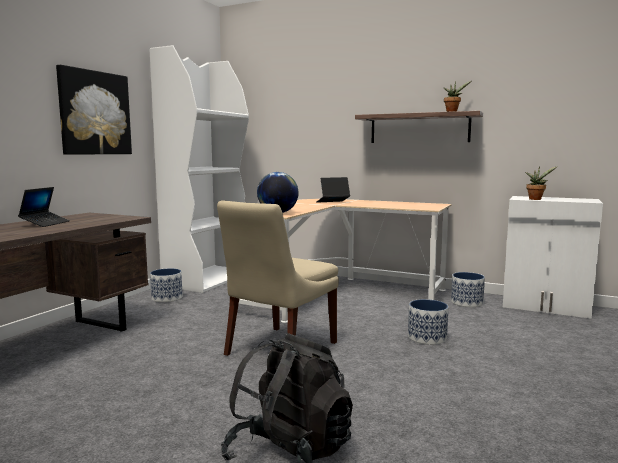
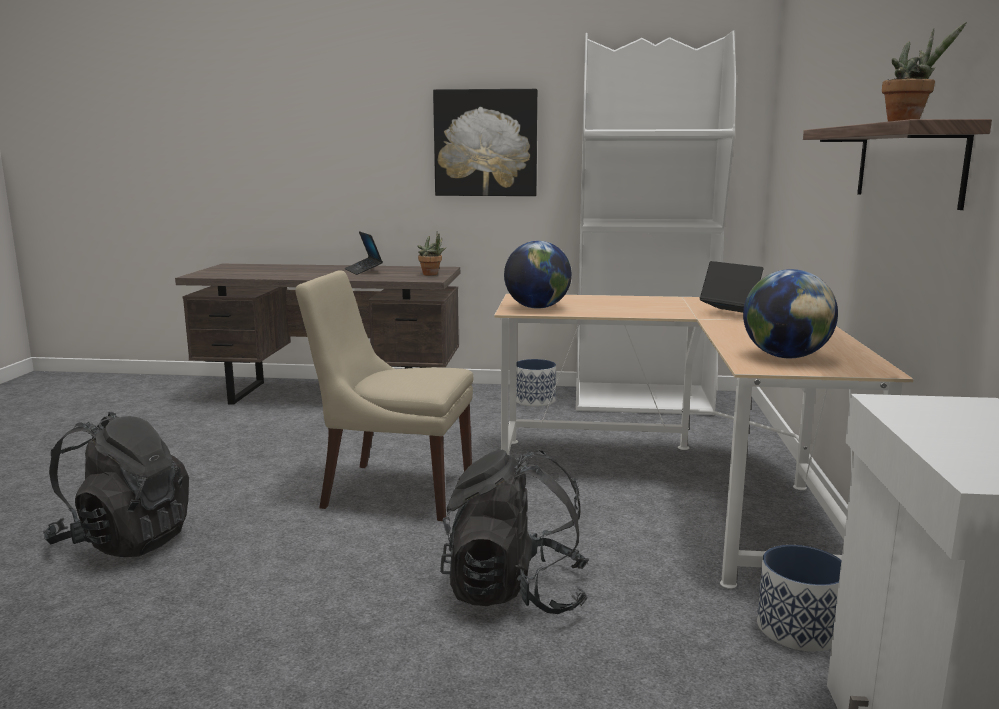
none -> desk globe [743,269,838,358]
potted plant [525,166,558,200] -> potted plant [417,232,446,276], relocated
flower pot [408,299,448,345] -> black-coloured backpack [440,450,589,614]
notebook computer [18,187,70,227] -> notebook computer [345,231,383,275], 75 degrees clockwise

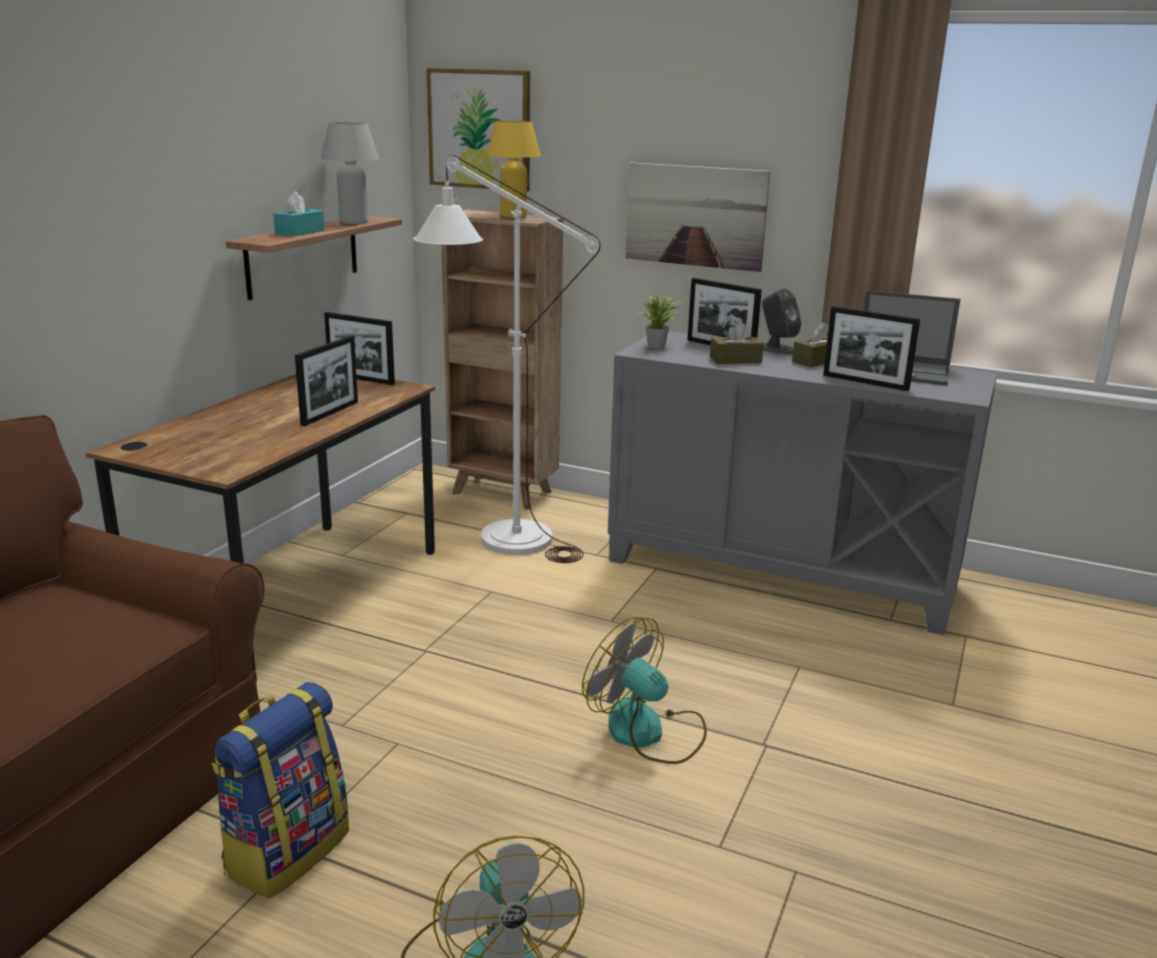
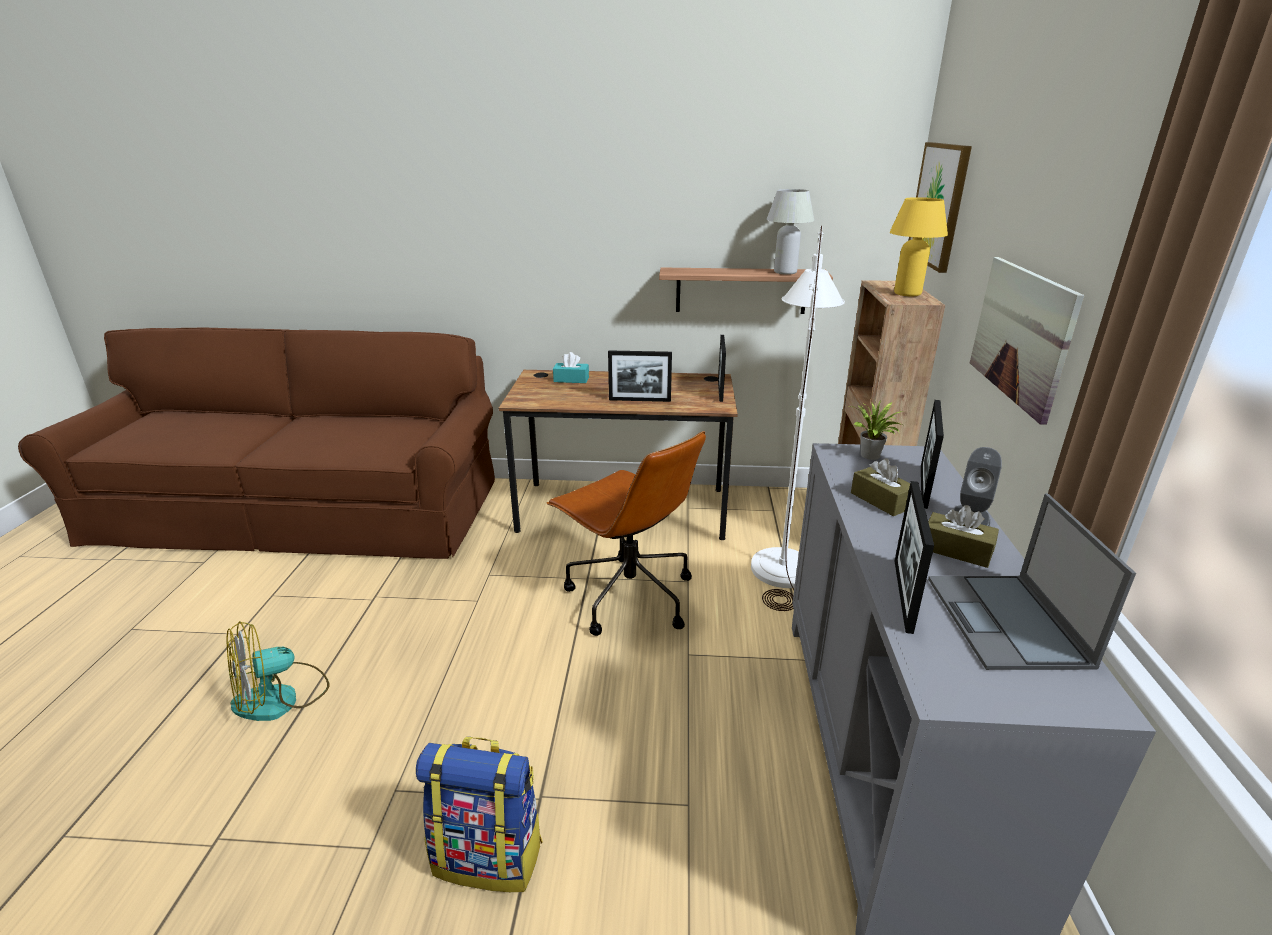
fan [582,617,707,764] -> none
none -> brownish office chair [546,431,706,636]
backpack [212,682,349,899] -> backpack [416,737,543,892], relocated
blue-green box of tissues [273,191,324,236] -> blue-green box of tissues [553,352,589,383], relocated

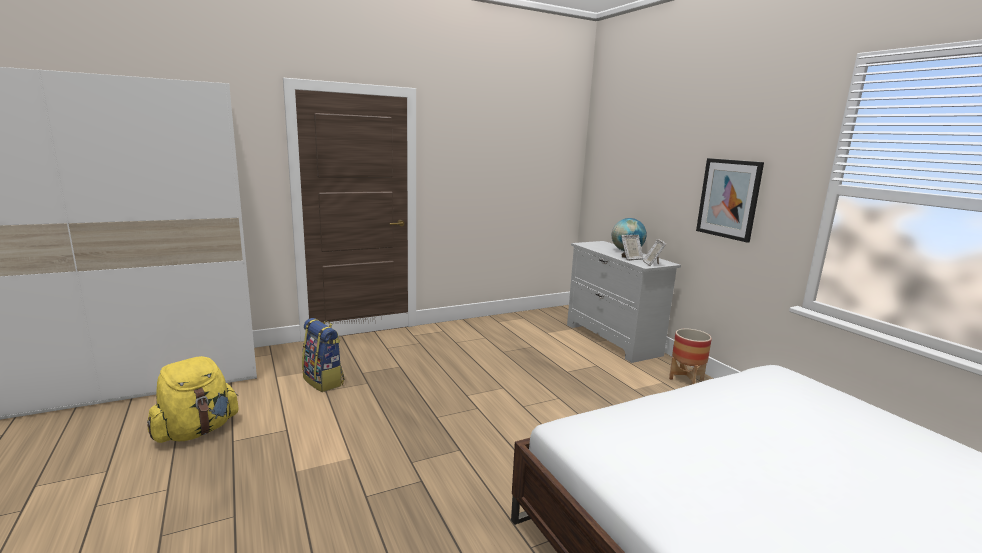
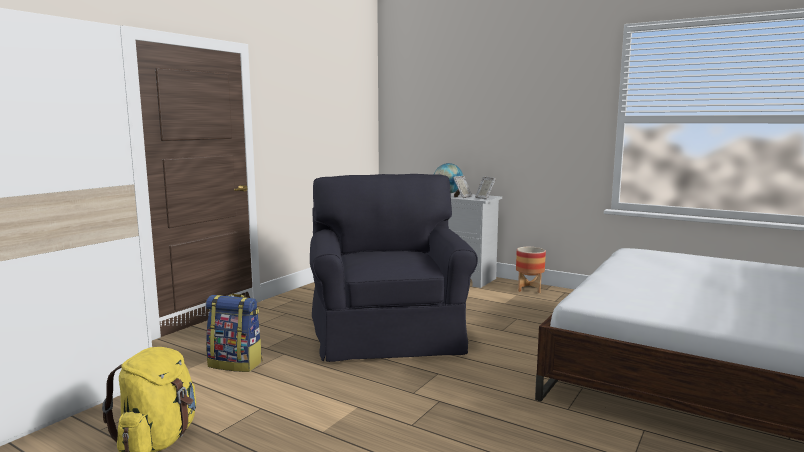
wall art [696,158,764,243] -> none
none -> black-coloured lounge chair [310,174,478,362]

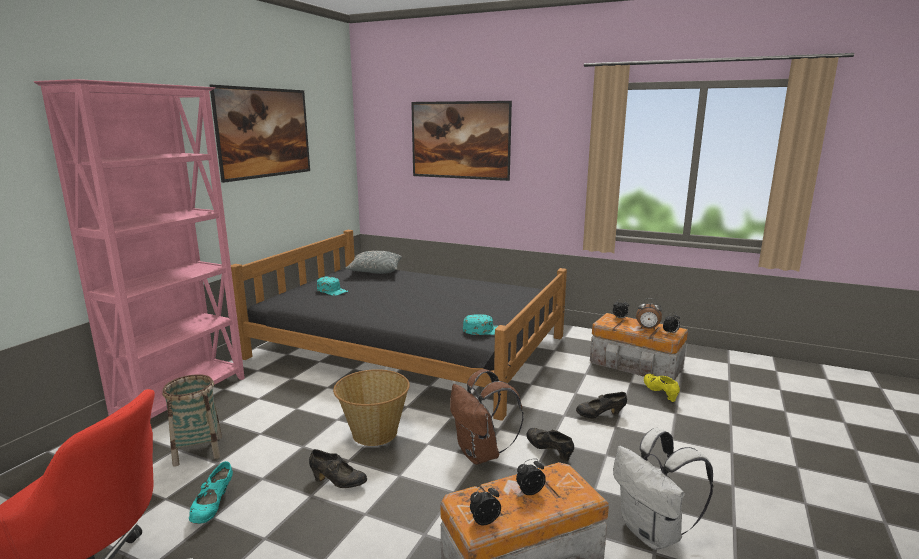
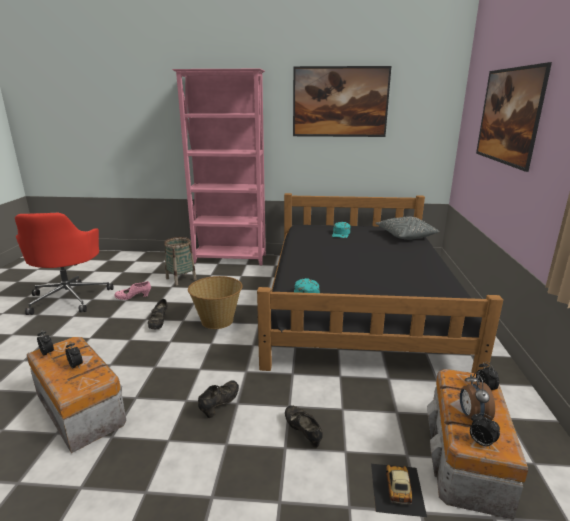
brownish backpack [450,369,523,465] -> none
white-coloured backpack [613,428,714,550] -> none
yellowish item of footwear [644,374,680,402] -> toy car [371,464,427,517]
blue-green item of footwear [189,461,233,524] -> pink item of footwear [114,281,151,300]

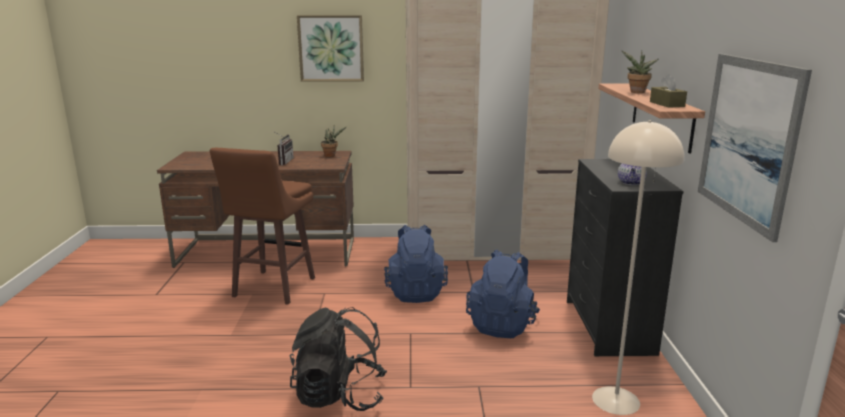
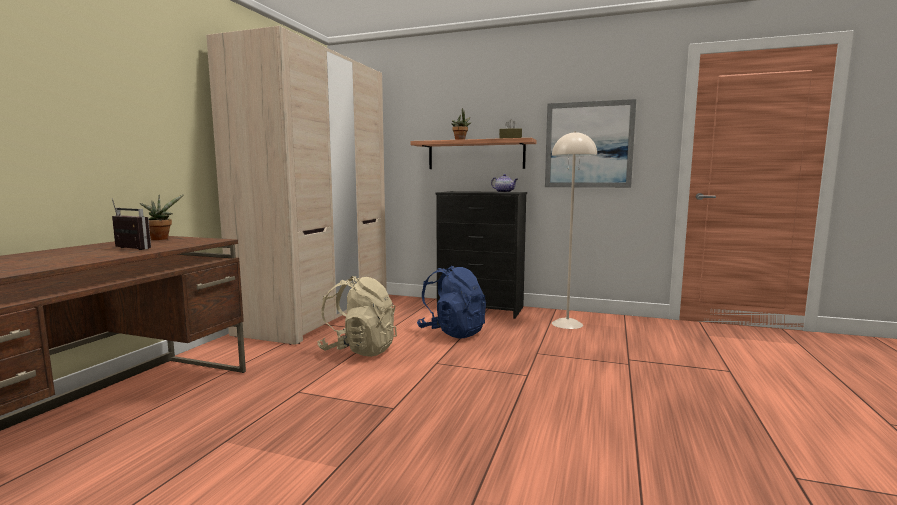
brownish sitting stool [210,148,315,305] -> none
black-coloured backpack [289,307,387,411] -> none
wall art [297,15,364,82] -> none
blue backpack [384,225,448,303] -> beige-coloured backpack [317,276,397,357]

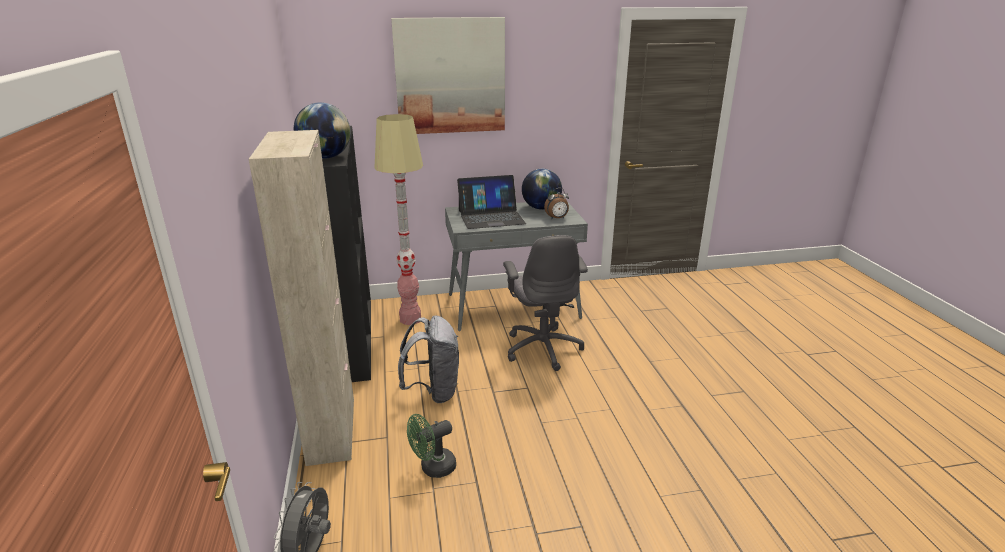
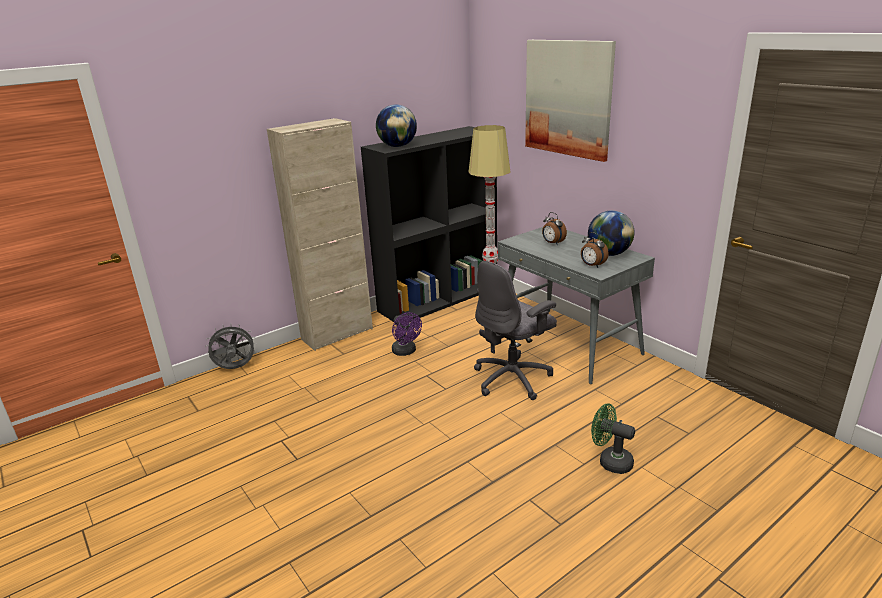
green fan [407,414,456,478] -> green fan [591,403,635,474], relocated
gray backpack [398,316,459,403] -> purplish fan [392,312,422,356]
notebook computer [457,175,526,229] -> bedside clock [542,212,567,244]

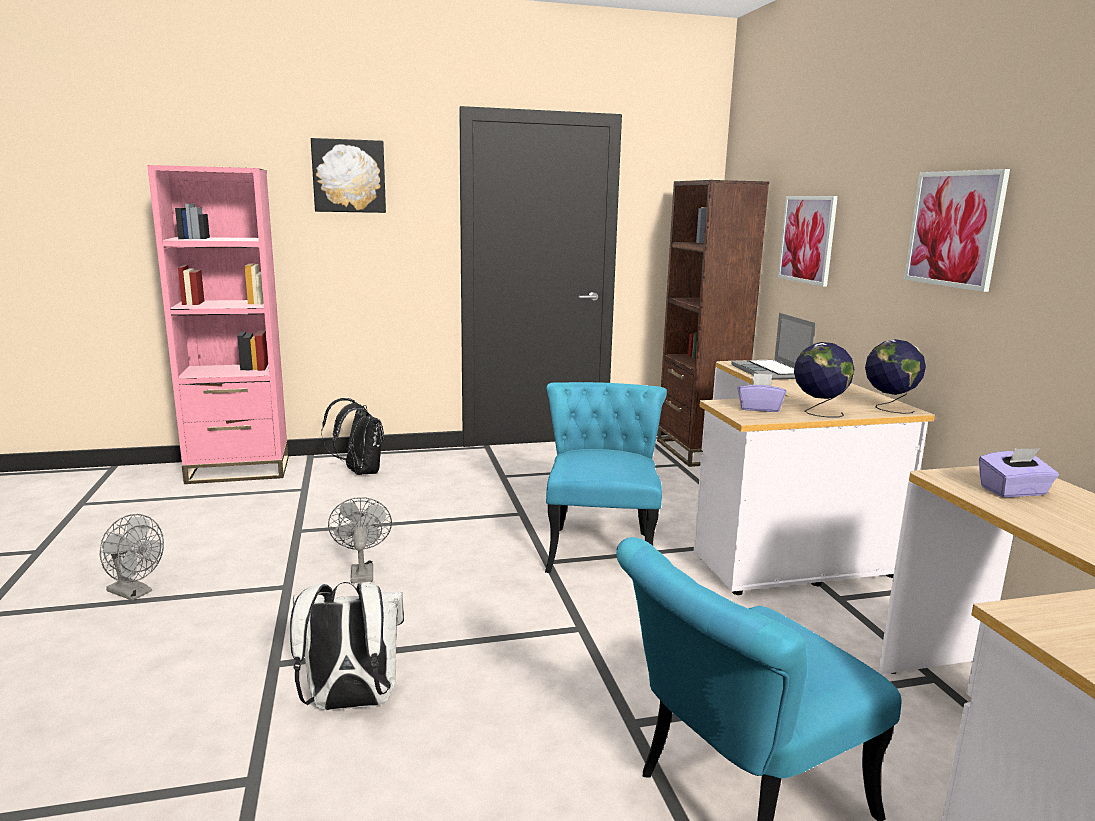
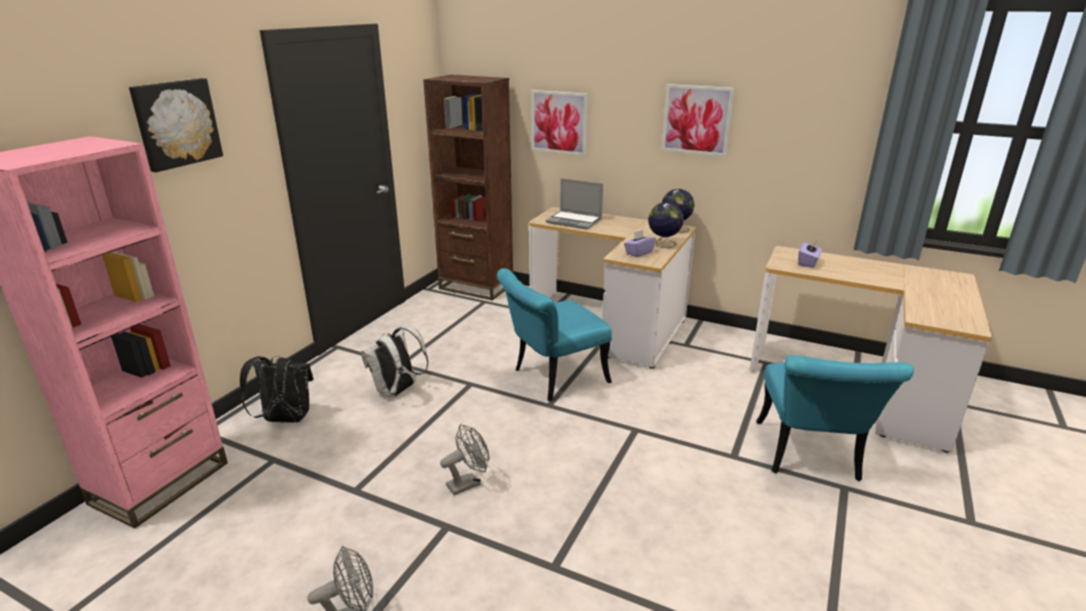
white-coloured backpack [290,582,404,710] -> white-coloured backpack [361,326,428,398], relocated
gray fan [328,497,392,583] -> gray fan [440,424,490,495], 120 degrees clockwise
blue-green upright chair [545,382,667,573] -> blue-green upright chair [497,268,612,401], 75 degrees counterclockwise

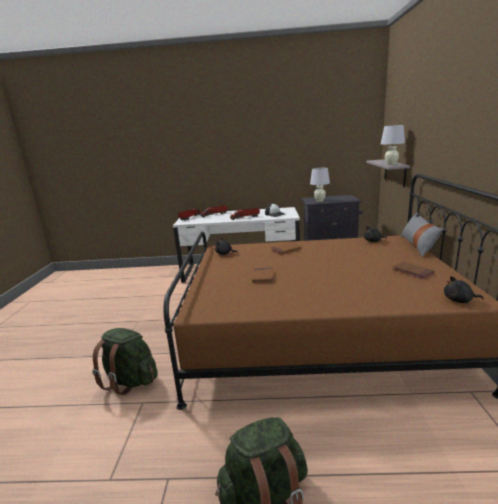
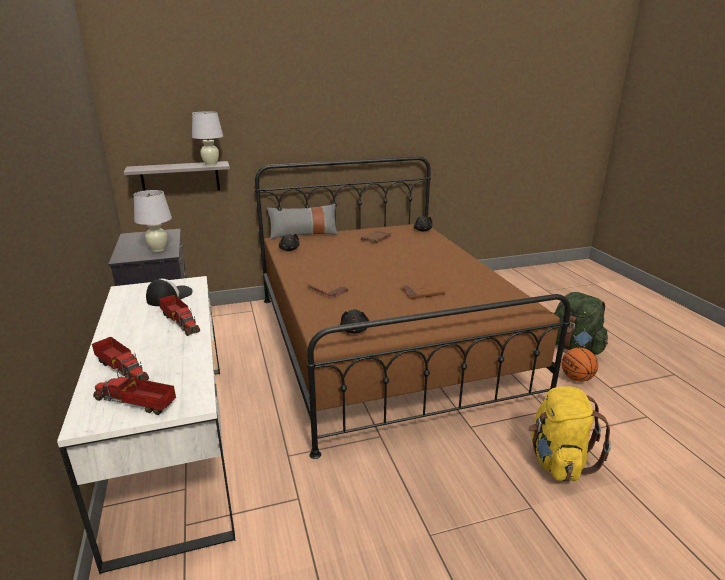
none -> ball for basketball [561,348,598,382]
green backpack [92,328,158,395] -> yellowish backpack [528,386,611,482]

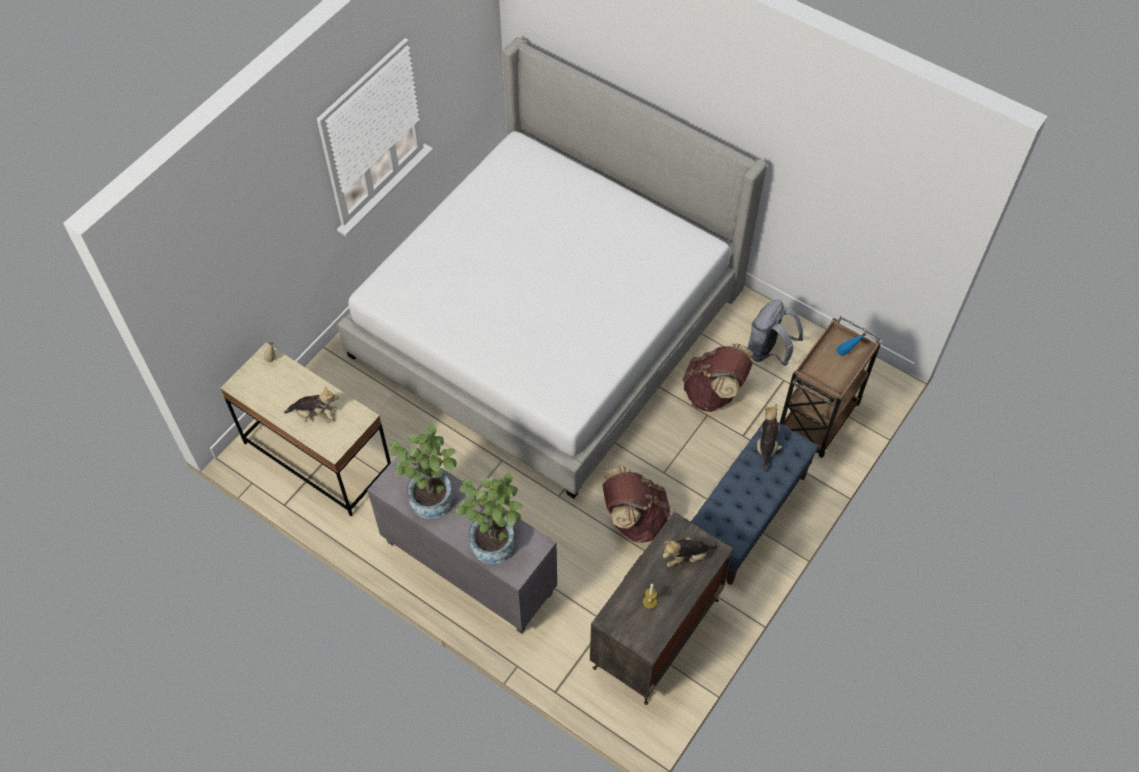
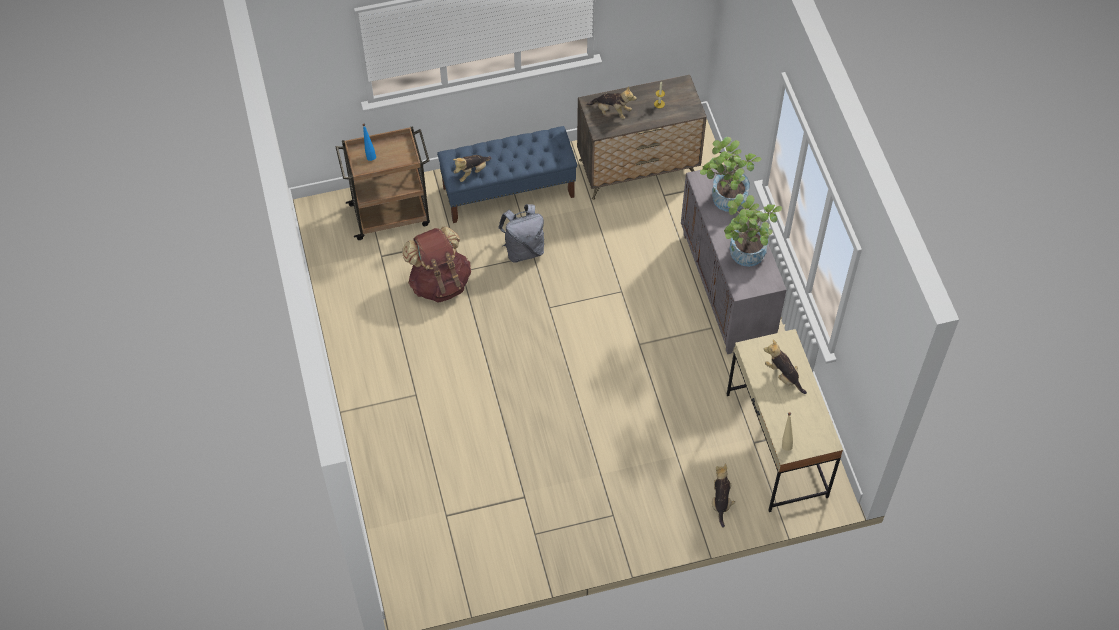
bedroom bed [337,37,767,499] -> none
brownish backpack [602,466,671,543] -> none
none -> plush toy [712,464,735,528]
gray backpack [748,300,803,366] -> gray backpack [498,204,544,263], relocated

